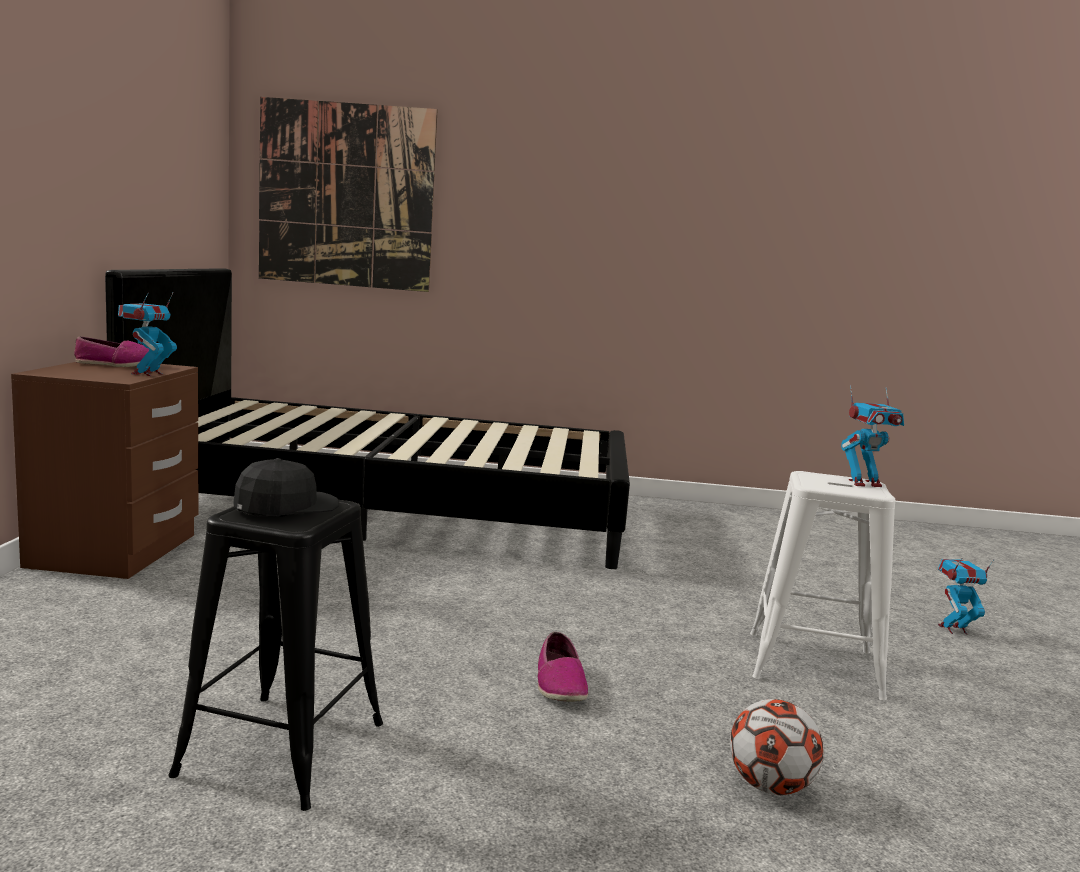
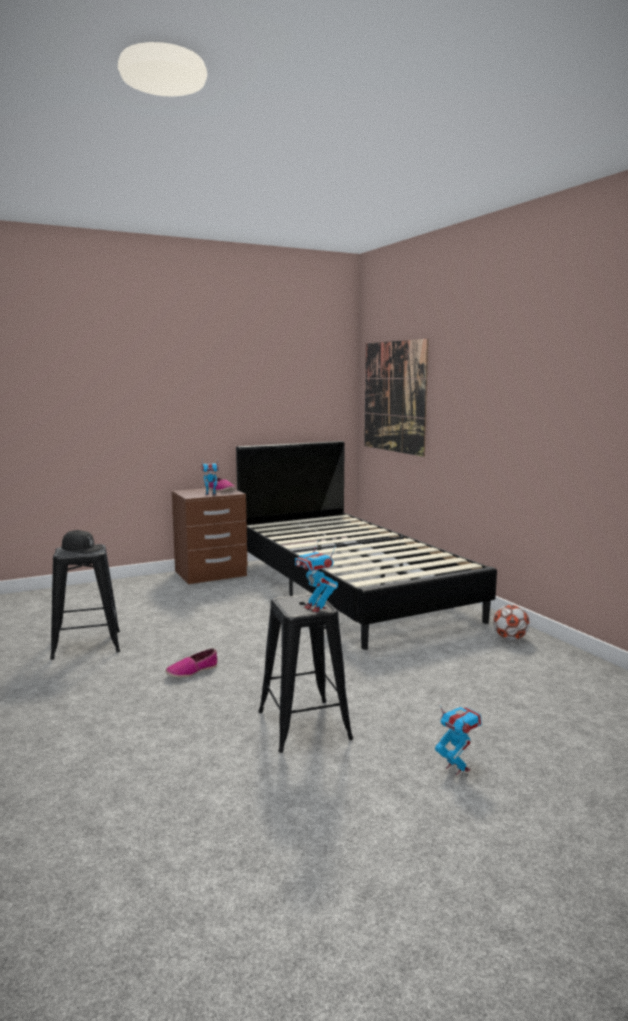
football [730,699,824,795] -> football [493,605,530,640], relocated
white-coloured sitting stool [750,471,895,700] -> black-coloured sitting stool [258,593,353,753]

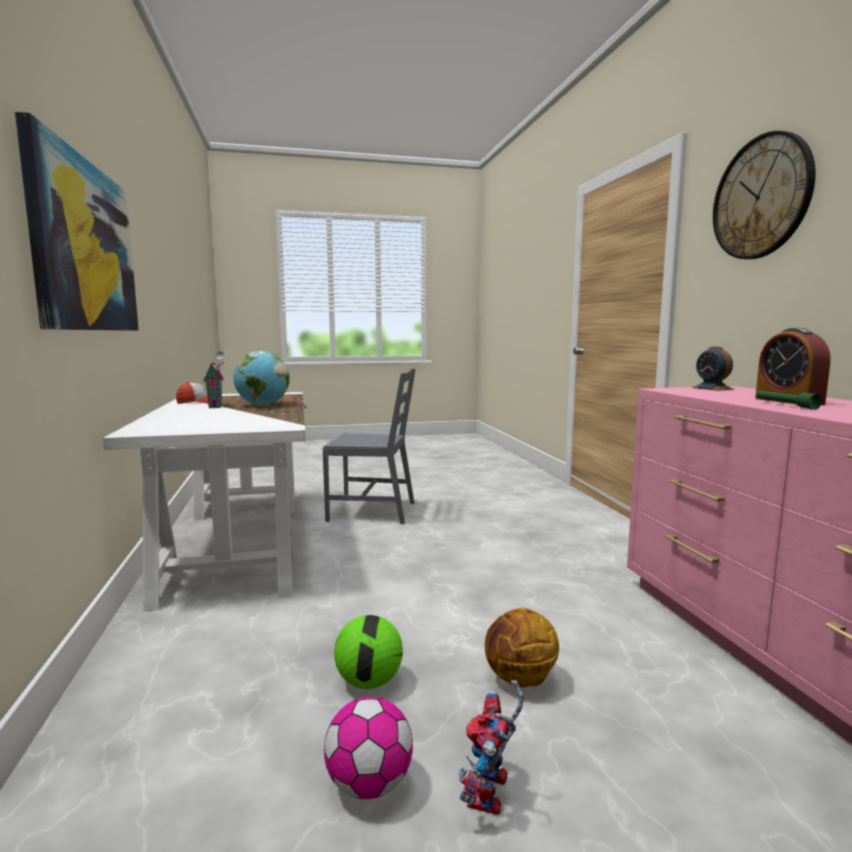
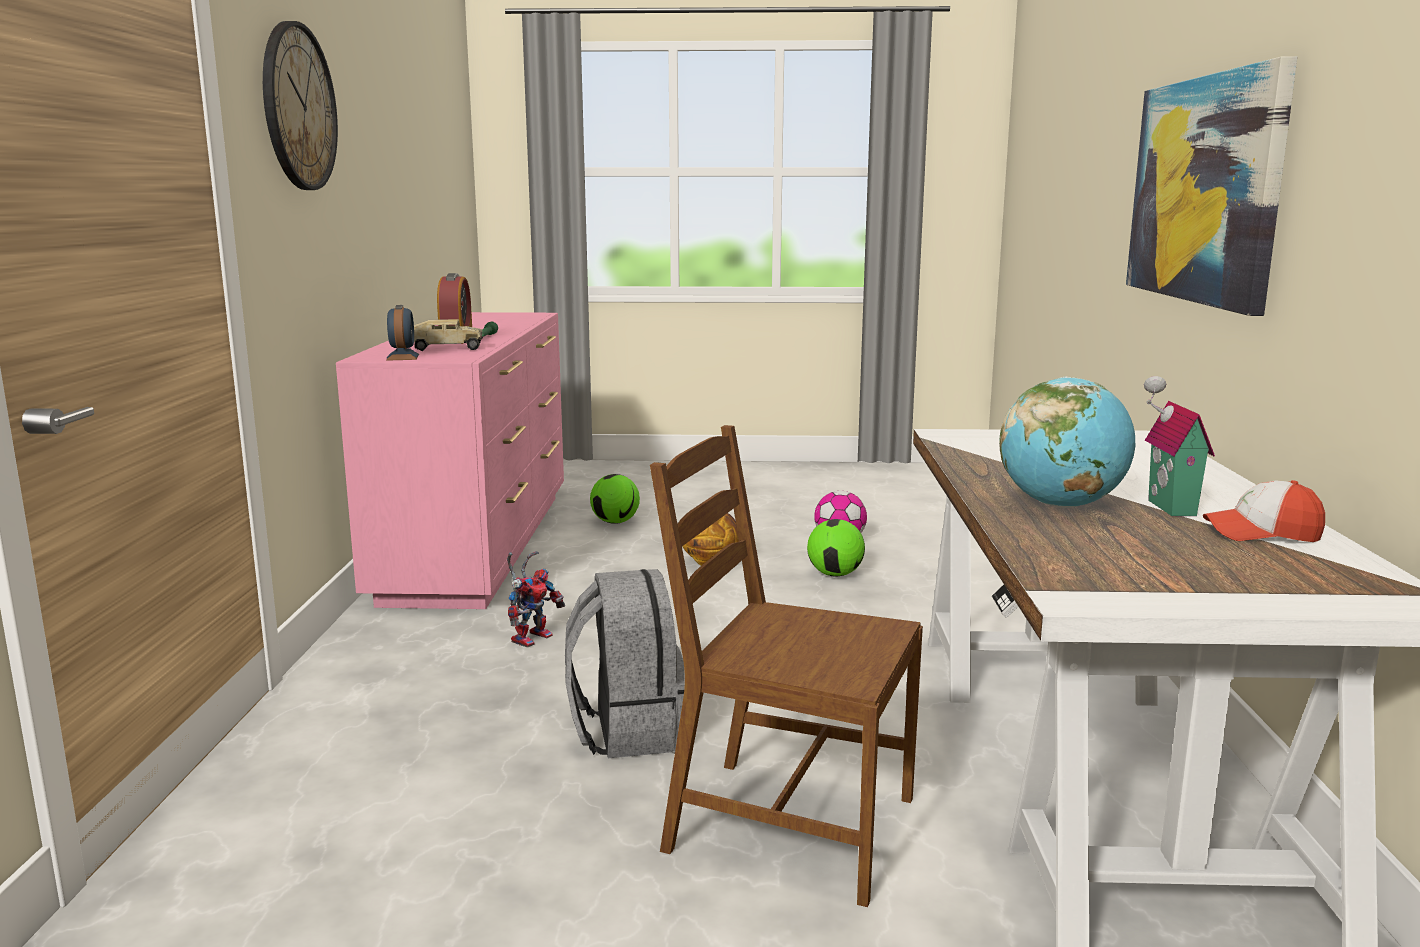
none -> toy truck [414,319,483,351]
none -> gray backpack [565,569,685,758]
none -> football [590,474,640,524]
robot figure [459,680,524,815] -> robot figure [507,551,565,648], relocated
gray upright chair [323,369,416,524] -> brownish upright chair [650,425,923,907]

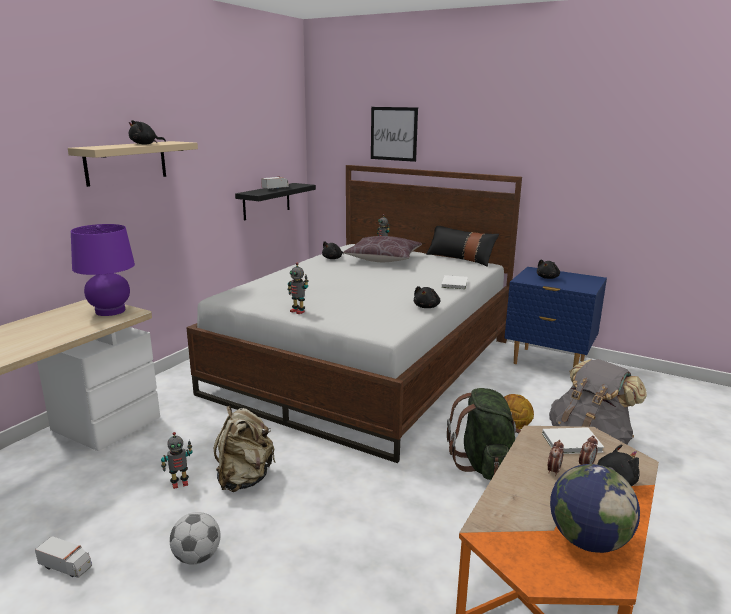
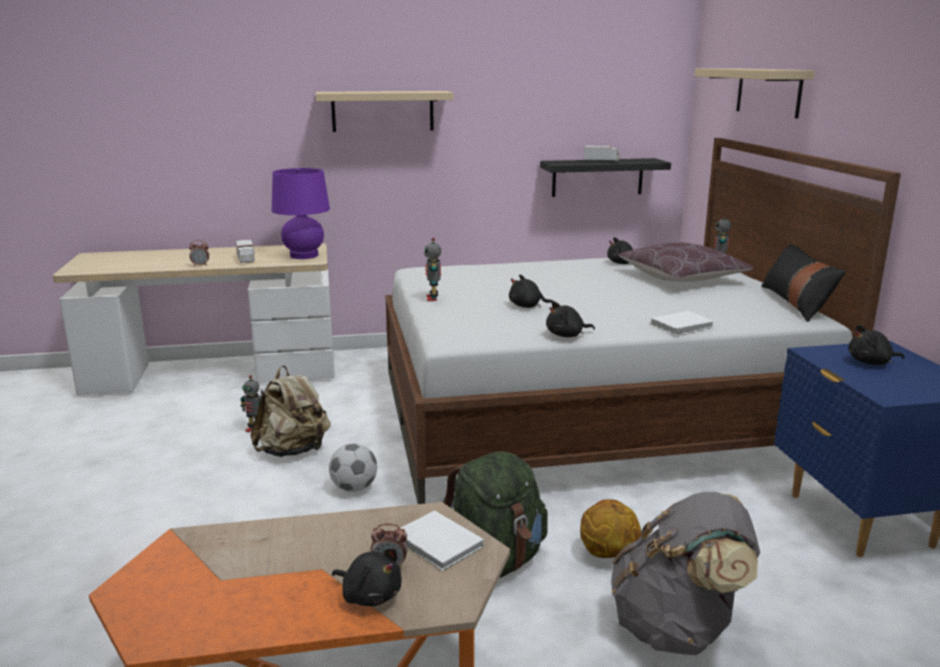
desk globe [550,464,640,553] -> none
toy truck [35,536,92,578] -> toy truck [236,240,255,263], relocated
black-coloured plush toy [129,120,166,144] -> black-coloured plush toy [509,274,553,308], relocated
football [170,512,221,564] -> football [329,443,377,492], relocated
bedside clock [548,440,564,476] -> bedside clock [189,240,209,266], relocated
wall art [371,107,418,162] -> beige-coloured shelf [695,68,815,119]

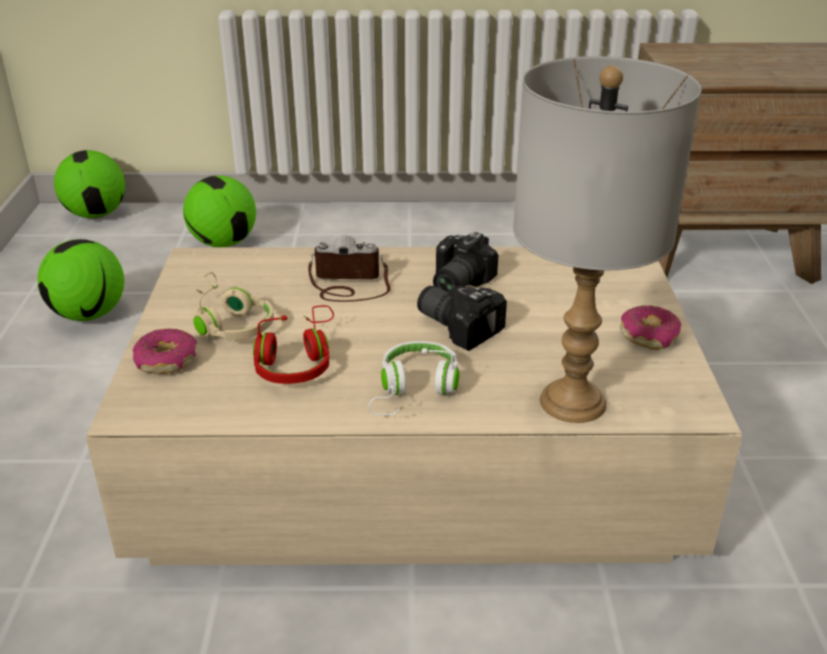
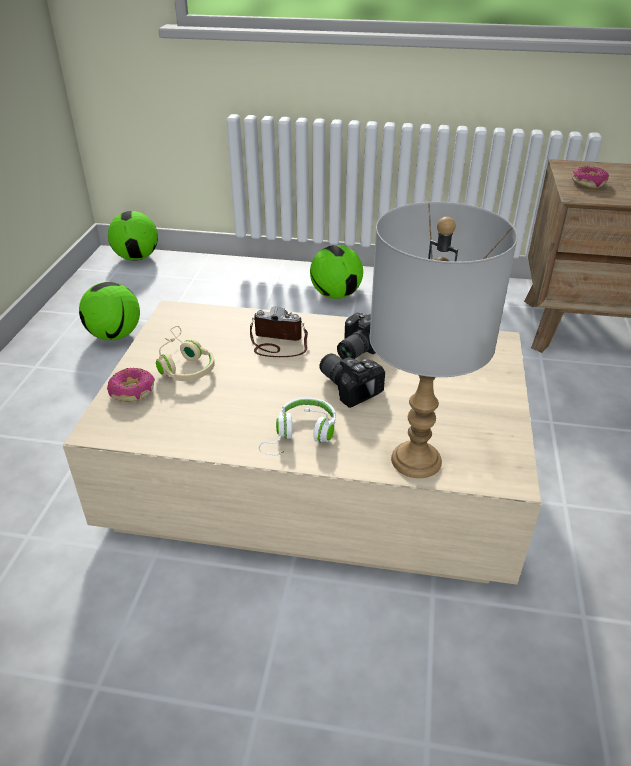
red-coloured headphones [253,305,334,384] -> none
football [183,175,256,247] -> football [310,245,363,299], relocated
donut [620,305,681,350] -> donut [572,166,609,189], relocated

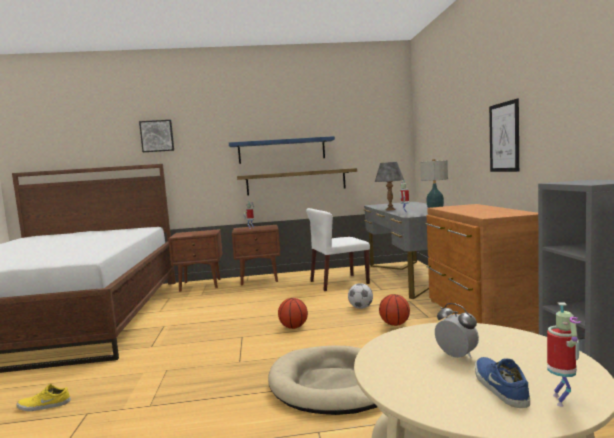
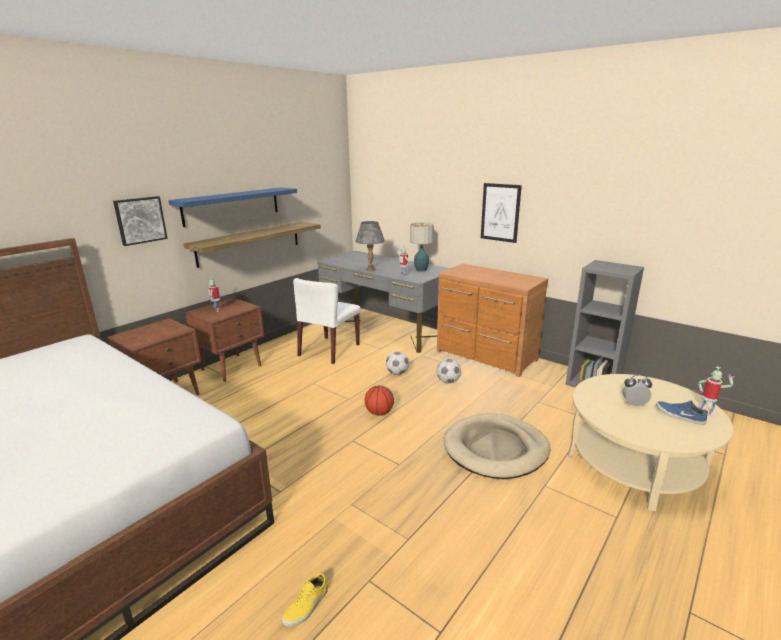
wall art [139,120,174,152] -> wall art [113,196,168,246], relocated
ball for basketball [379,294,410,326] -> football [437,359,461,383]

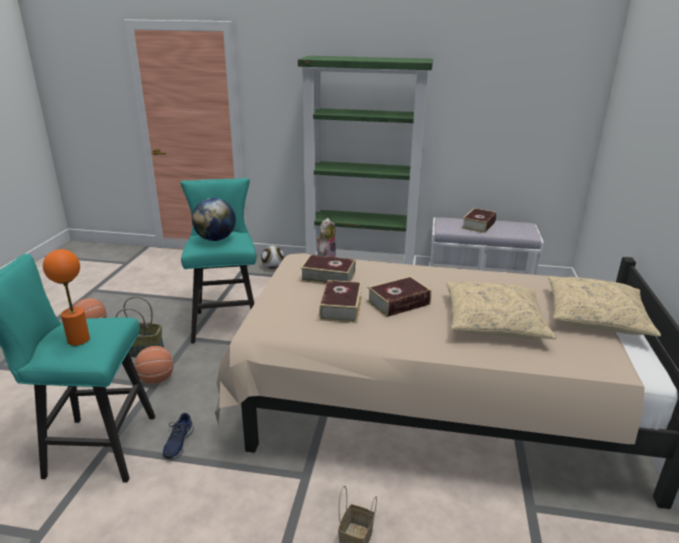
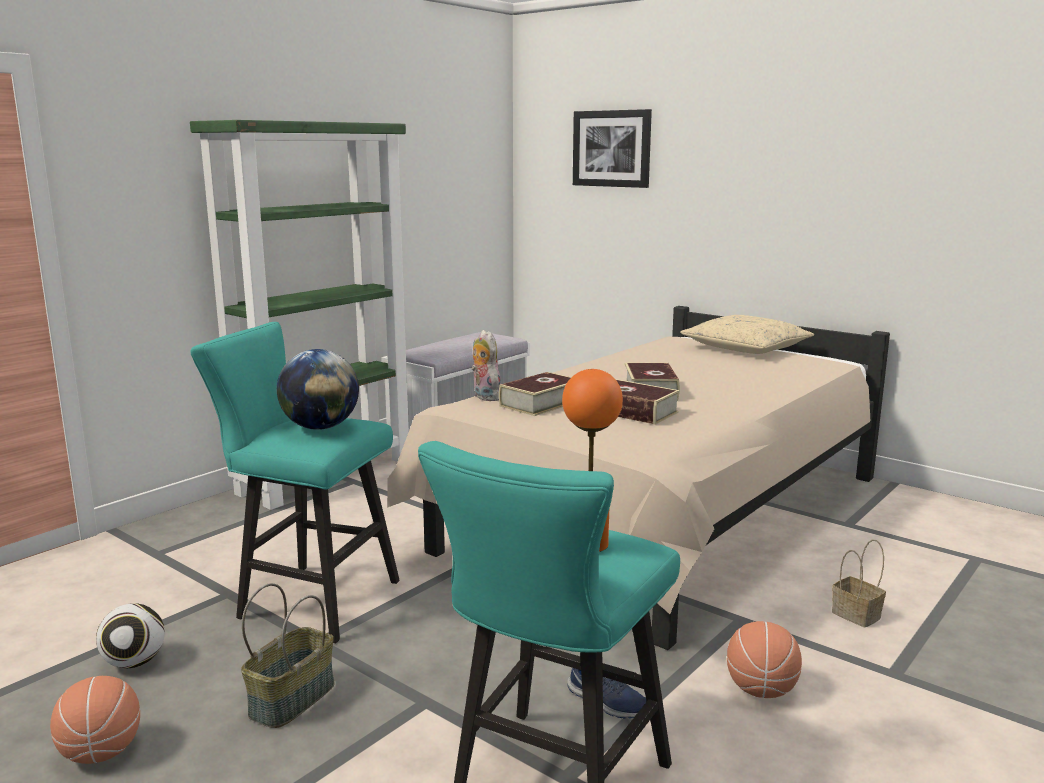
beige-coloured throw pillow [446,282,556,339] -> none
volume [461,208,497,233] -> none
none -> wall art [573,109,652,188]
ball for basketball [135,346,174,384] -> ball for basketball [727,621,802,698], relocated
football [261,246,285,269] -> football [96,604,165,669], relocated

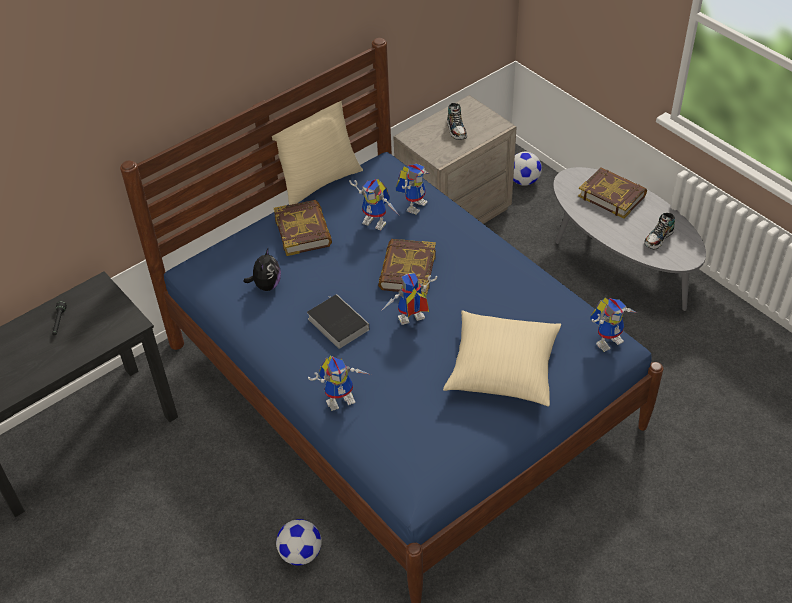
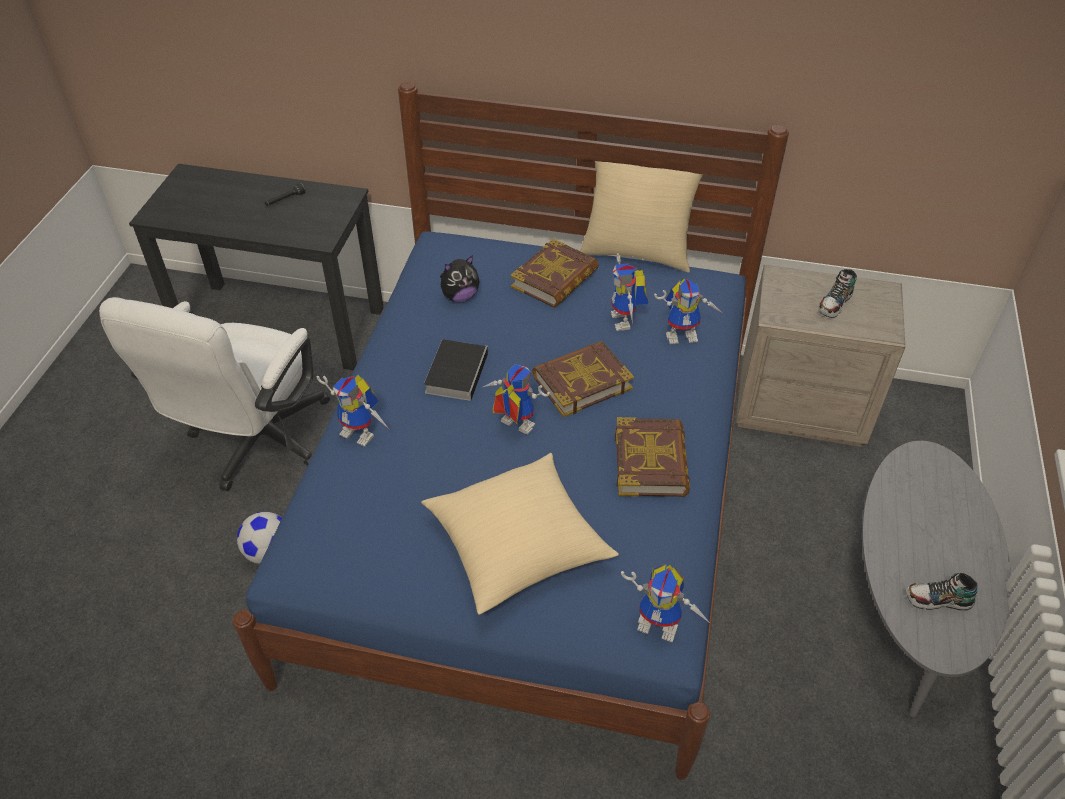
football [513,152,542,186] -> none
none -> white-coloured office chair [99,297,330,491]
volume [578,168,647,218] -> volume [615,417,690,497], relocated

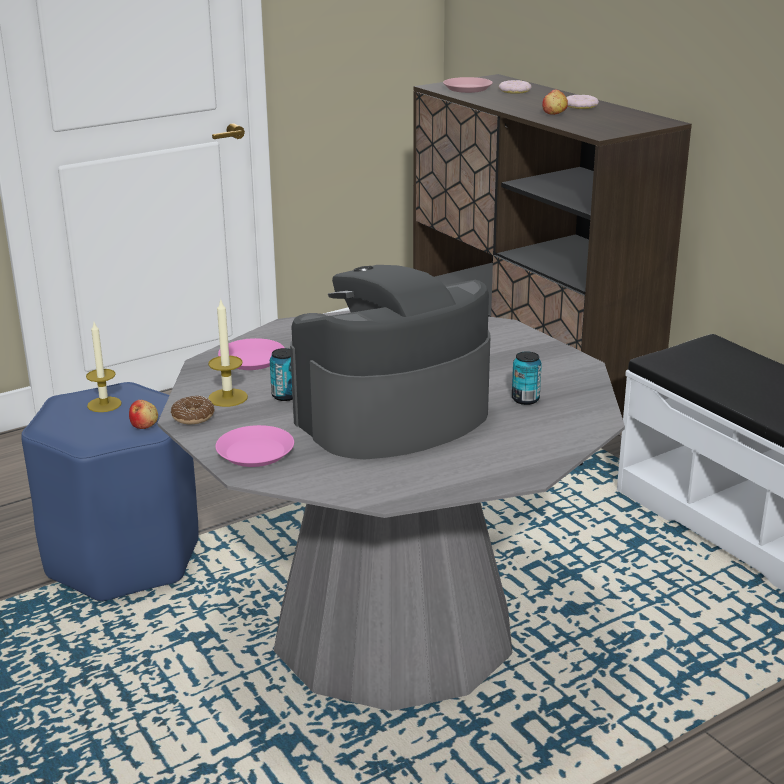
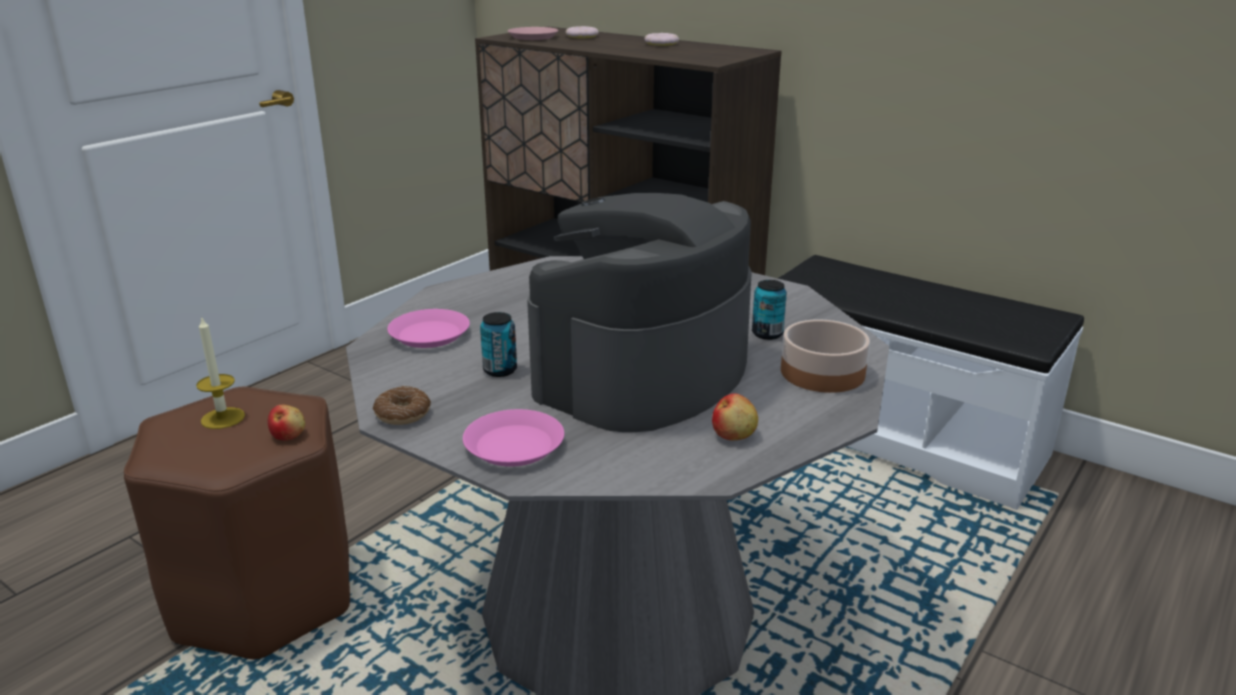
candle [208,298,248,407] -> none
none -> serving bowl [781,319,870,393]
apple fruit [542,89,568,115] -> apple fruit [712,393,758,440], relocated
blue sitting stool [21,382,199,601] -> brownish sitting stool [124,387,350,659]

